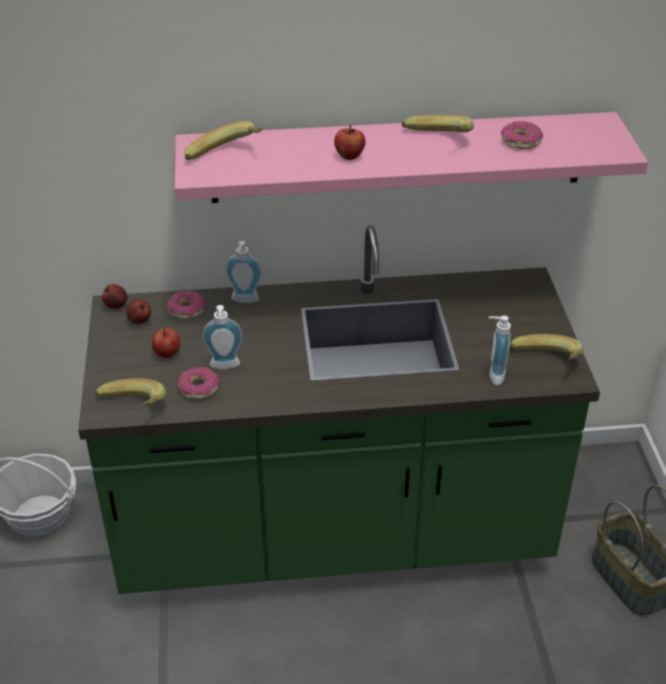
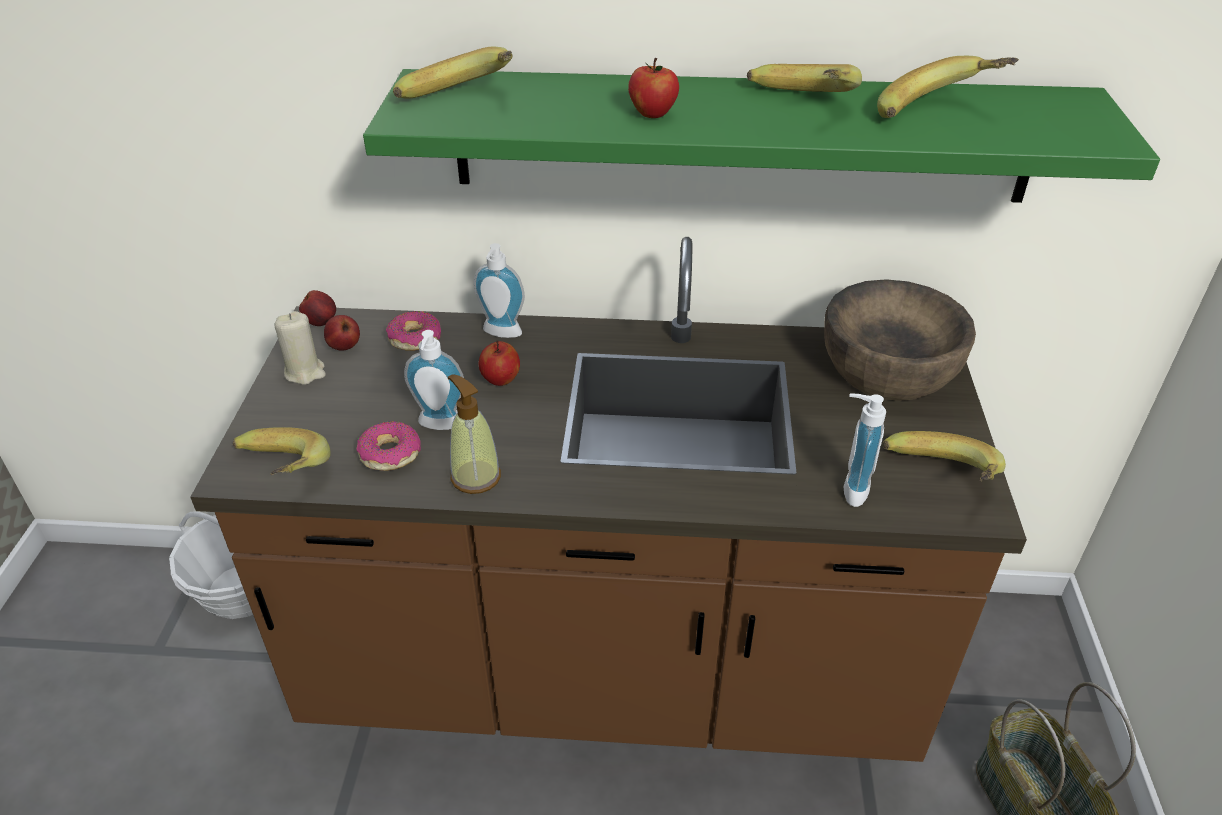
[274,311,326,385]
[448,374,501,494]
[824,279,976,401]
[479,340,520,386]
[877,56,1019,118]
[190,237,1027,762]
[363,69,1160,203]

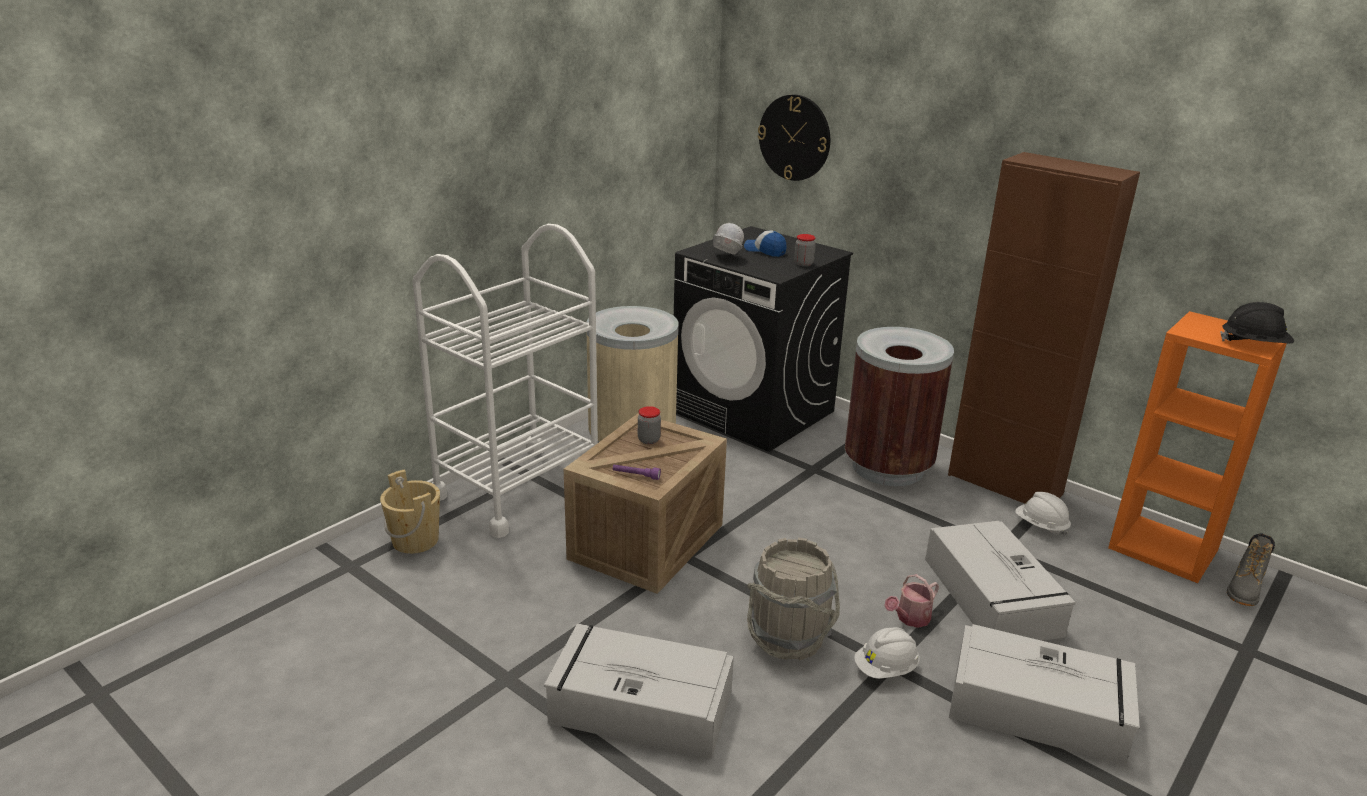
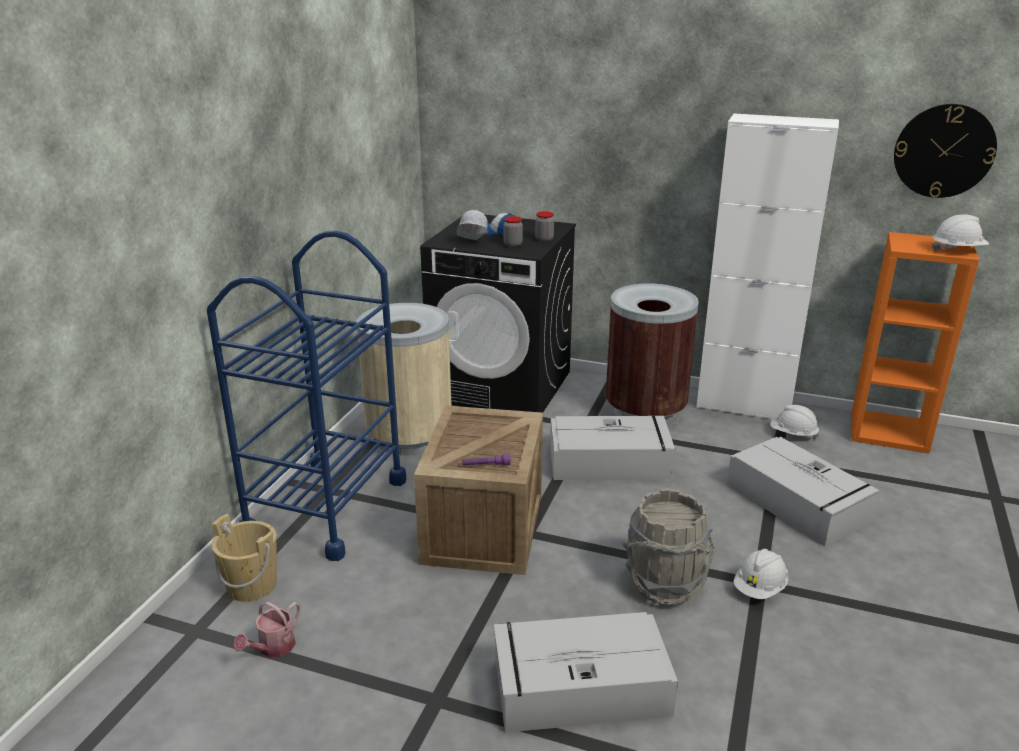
[1227,533,1275,606] (first image)
[504,216,523,247]
[894,104,997,198]
[233,602,301,657]
[550,415,675,480]
[207,231,406,561]
[696,113,839,419]
[932,214,989,251]

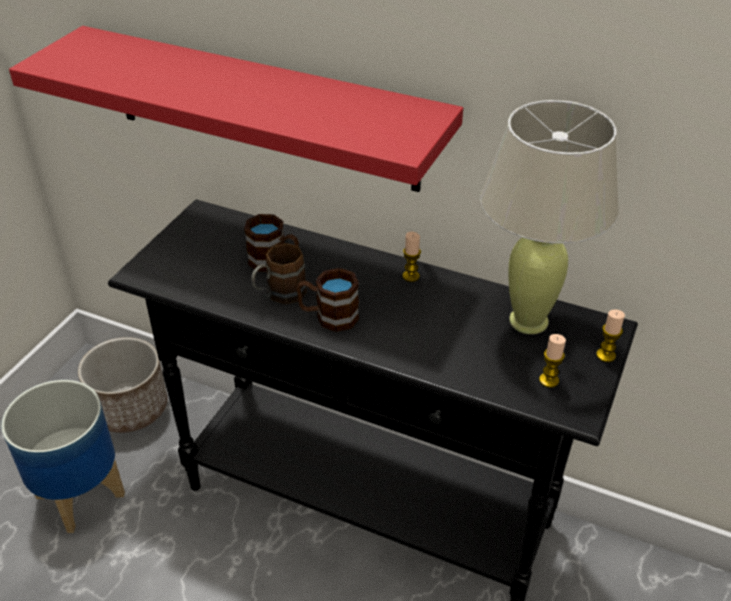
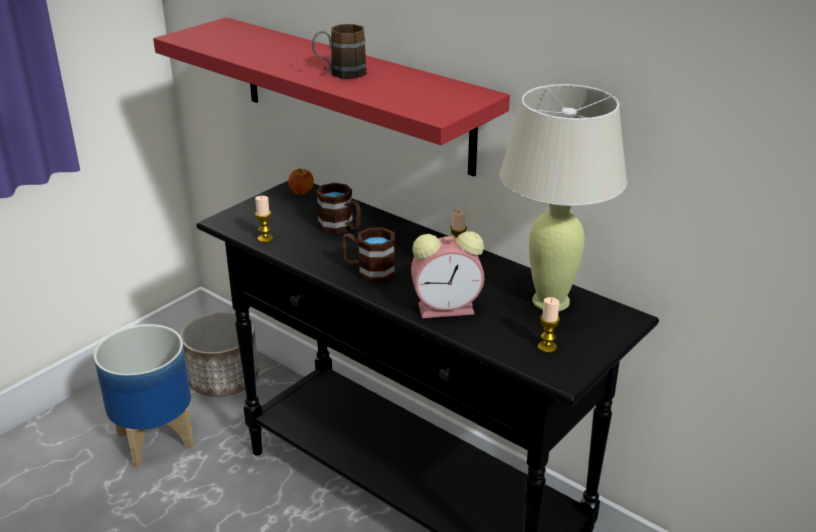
[288,168,314,195]
[411,231,484,318]
[312,24,367,79]
[255,196,273,243]

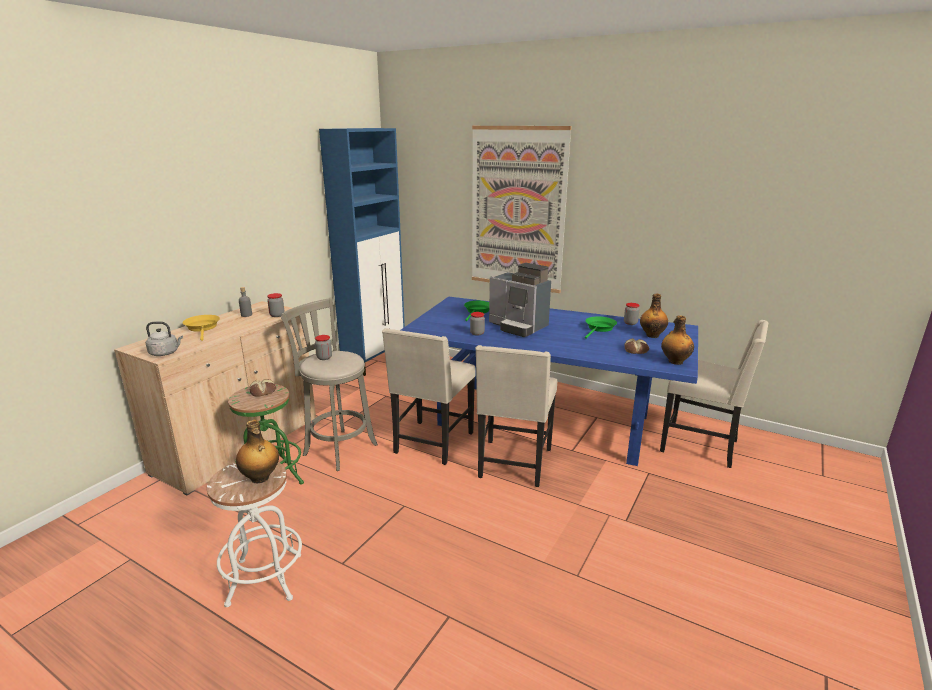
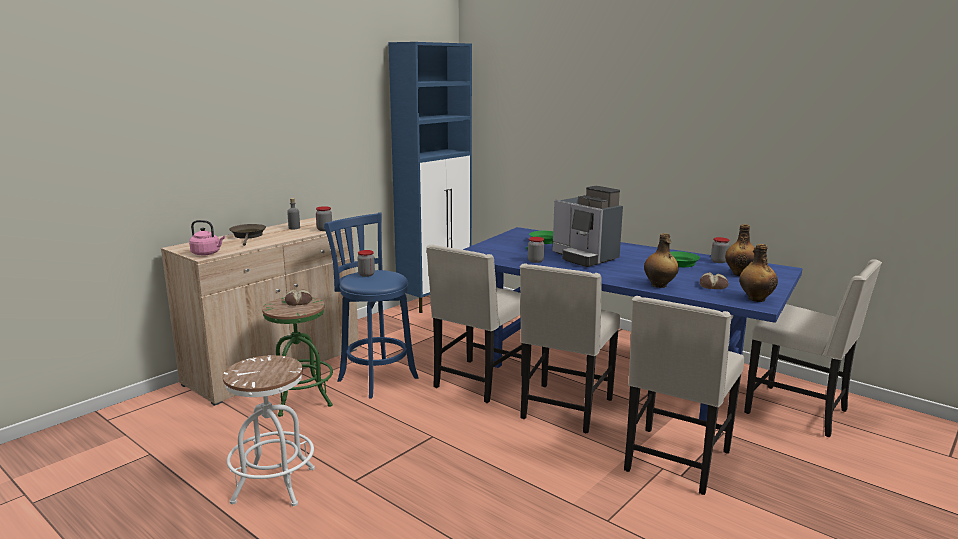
[472,126,572,293] (first image)
[624,296,744,495]
[644,233,679,288]
[189,220,225,255]
[229,224,266,246]
[324,212,419,398]

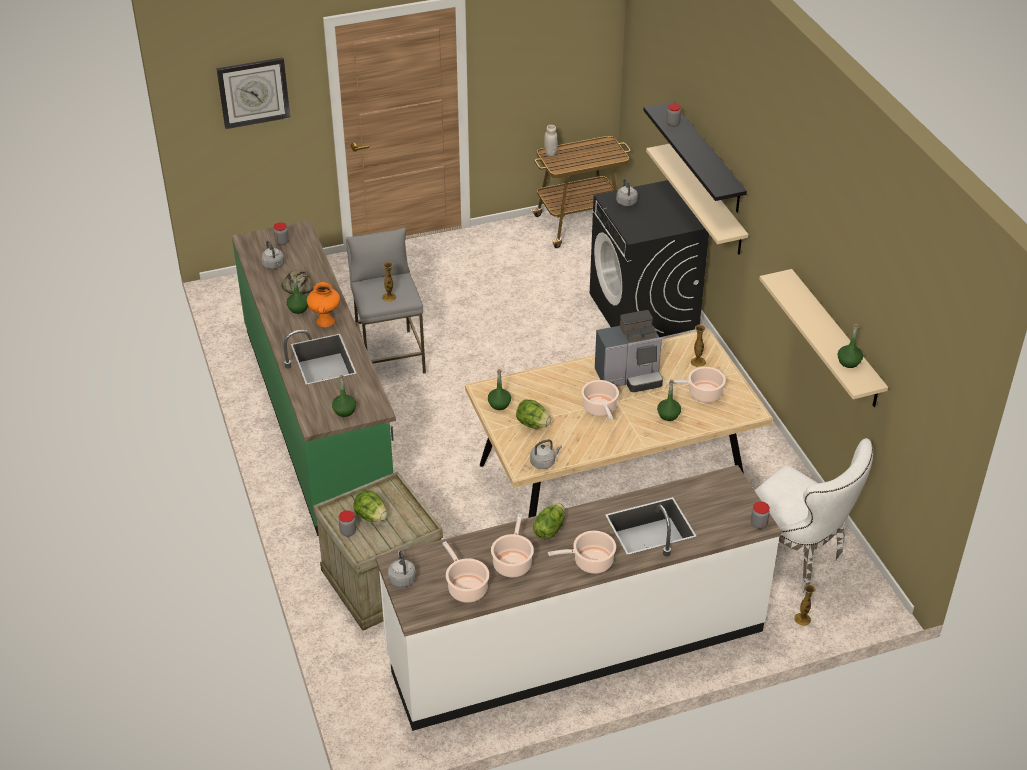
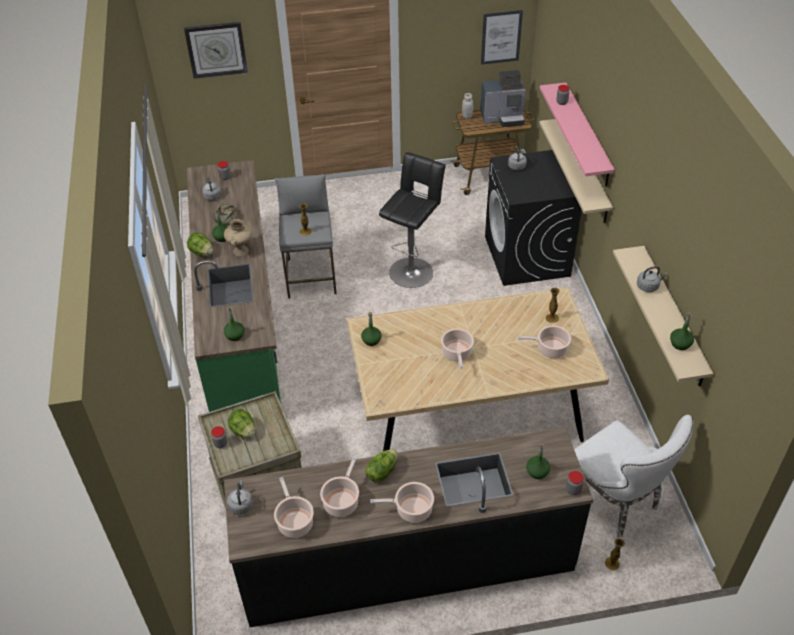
[379,152,446,288]
[481,10,523,65]
[187,232,213,256]
[637,266,667,292]
[480,70,525,127]
[526,443,550,479]
[224,219,252,257]
[224,427,593,627]
[540,82,615,187]

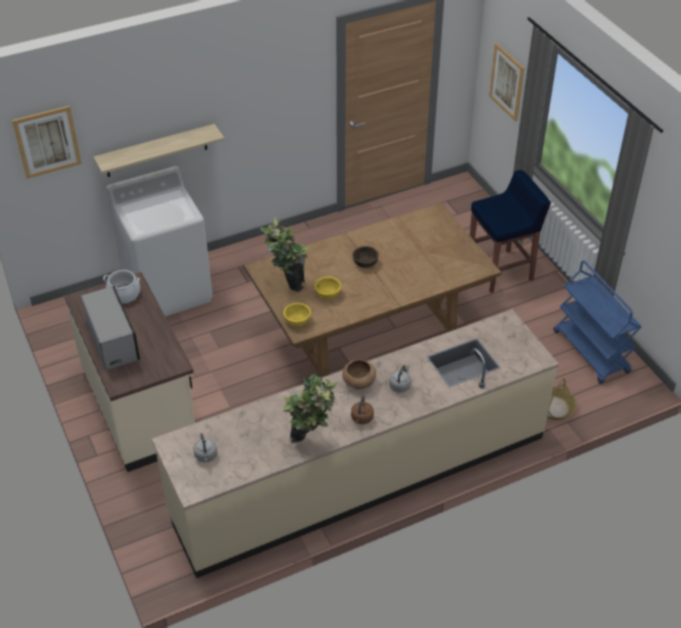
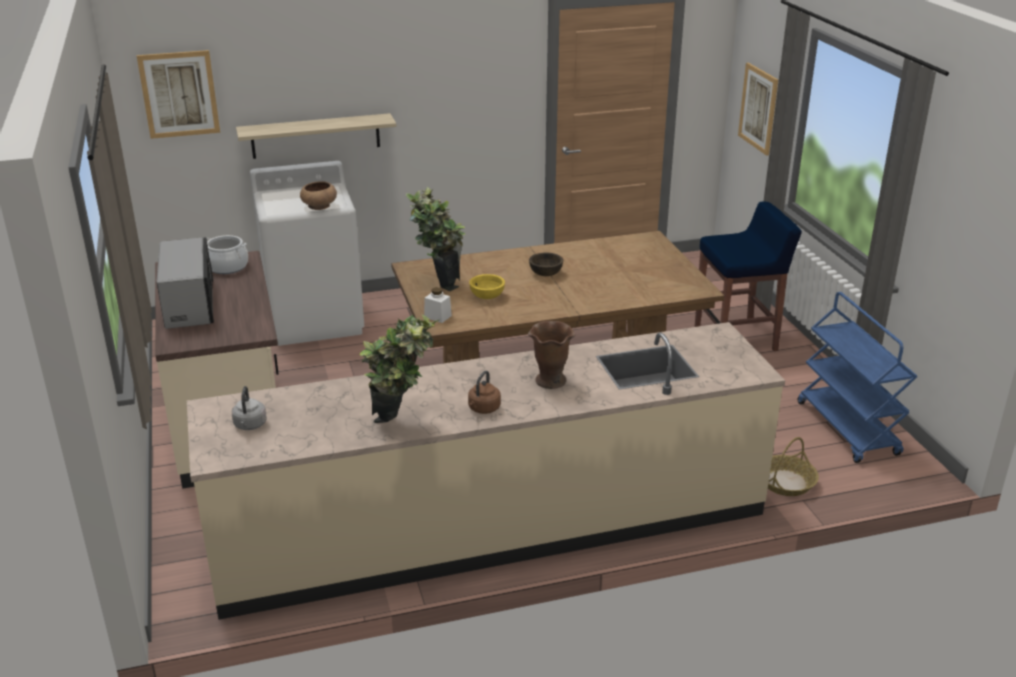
[300,181,337,210]
[424,287,452,323]
[528,321,575,389]

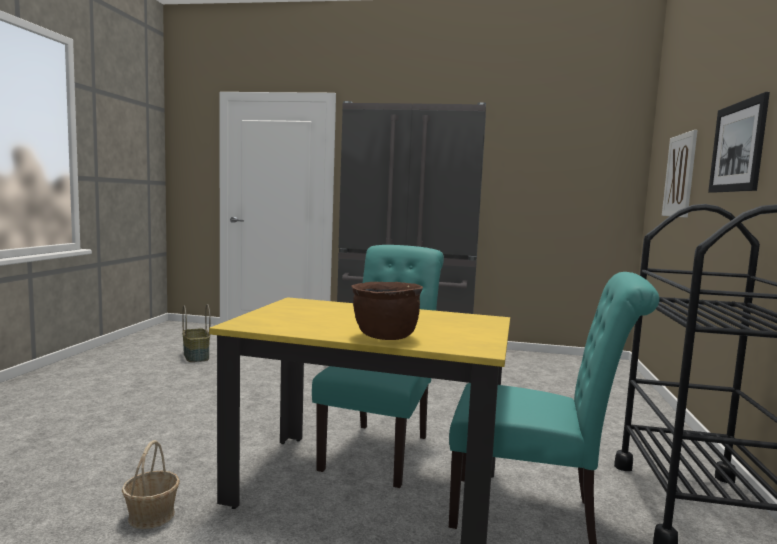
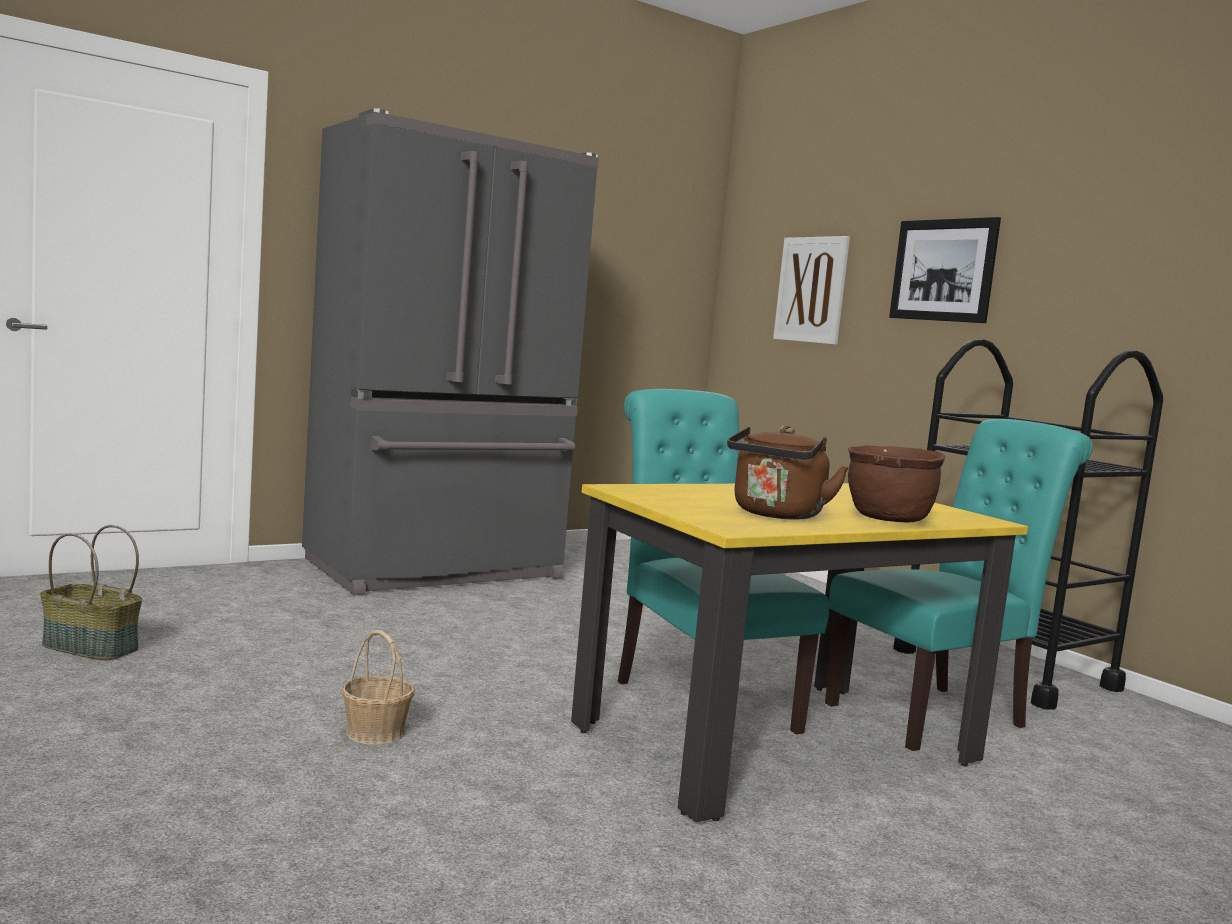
[727,426,849,519]
[341,630,415,745]

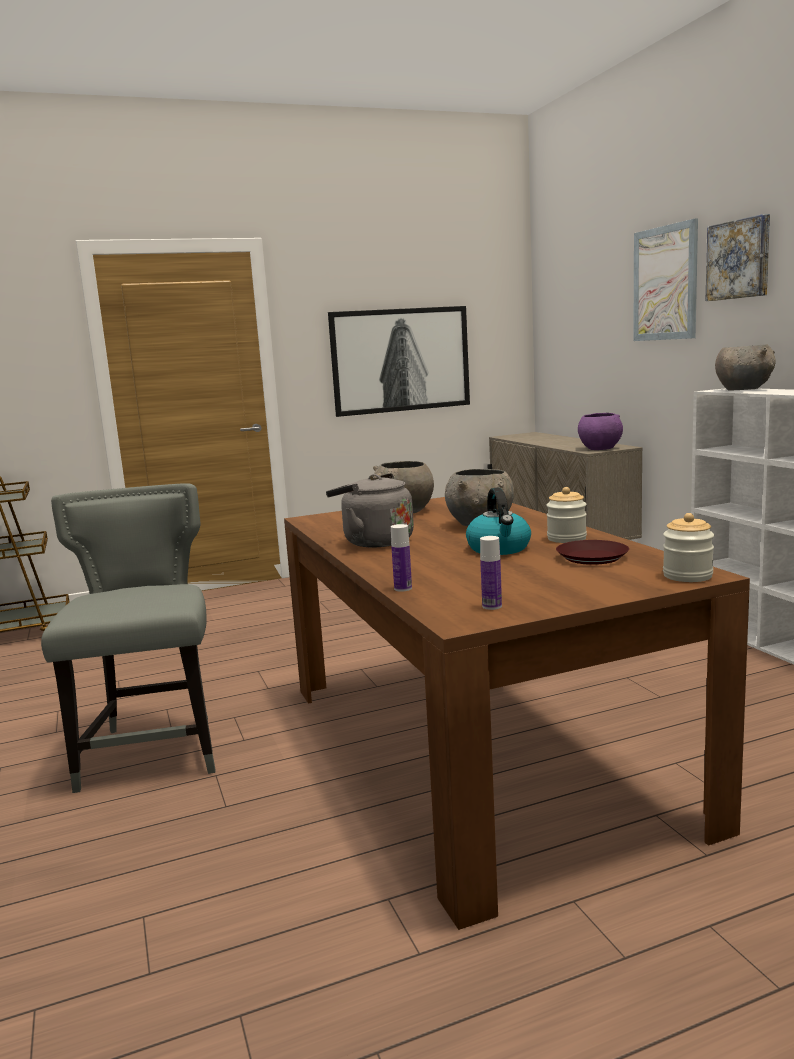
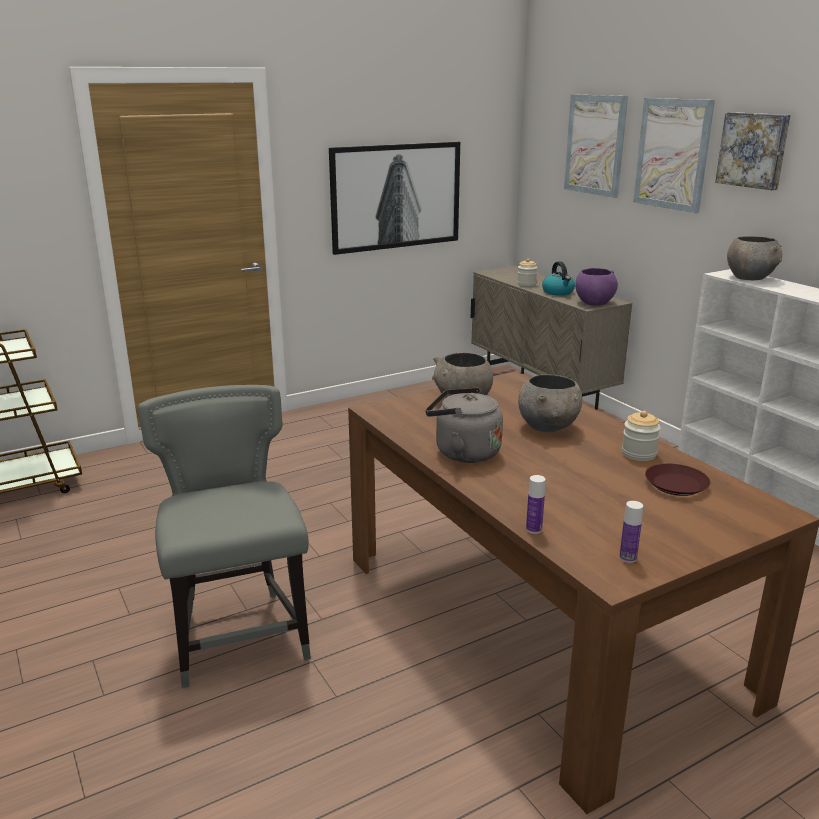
[564,94,628,198]
[542,261,575,296]
[517,259,537,287]

